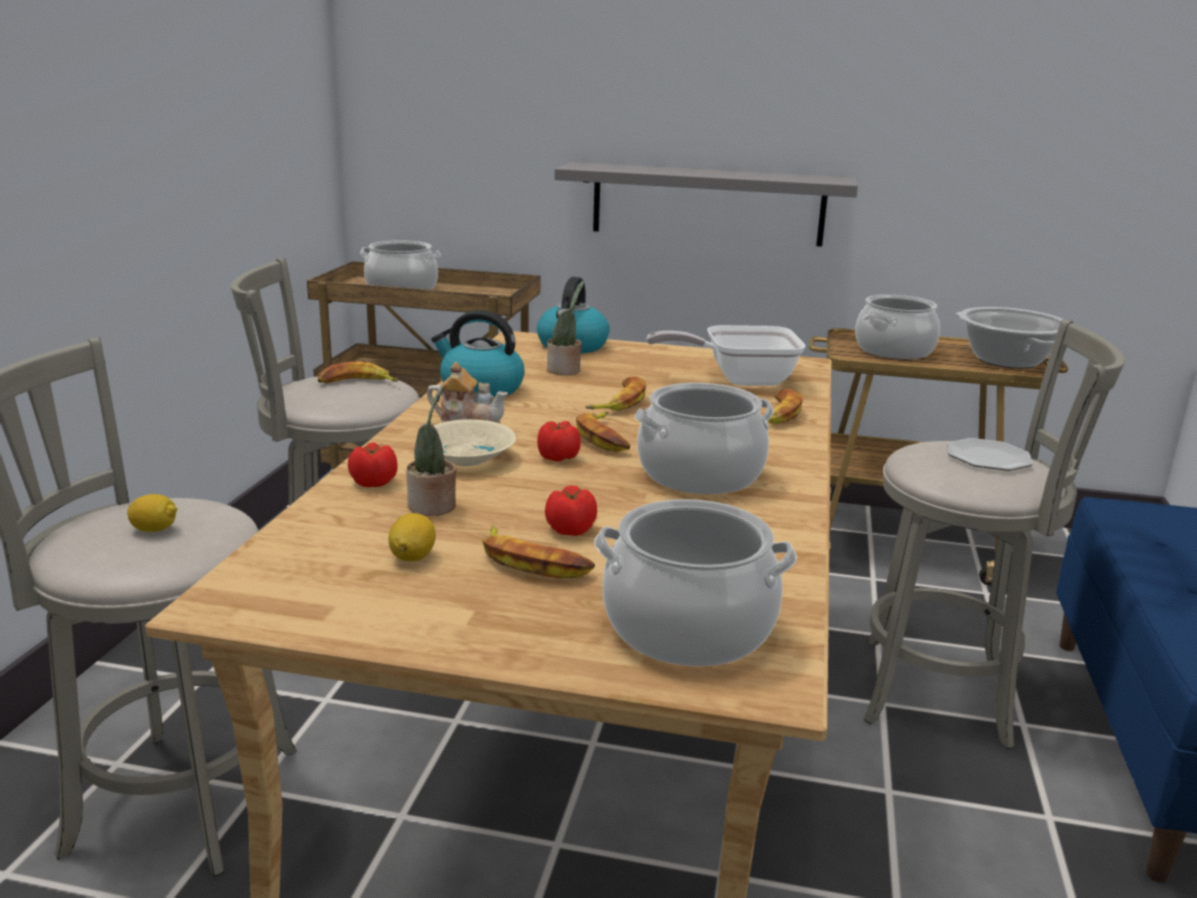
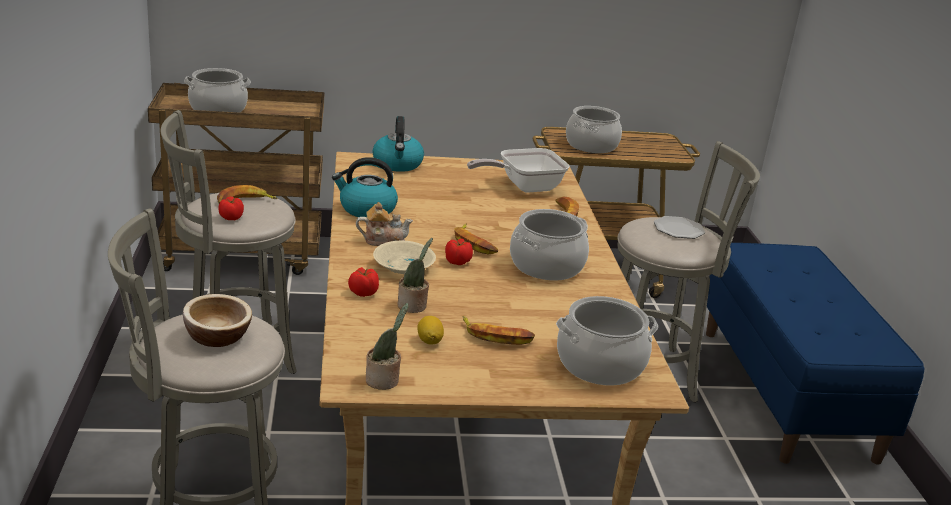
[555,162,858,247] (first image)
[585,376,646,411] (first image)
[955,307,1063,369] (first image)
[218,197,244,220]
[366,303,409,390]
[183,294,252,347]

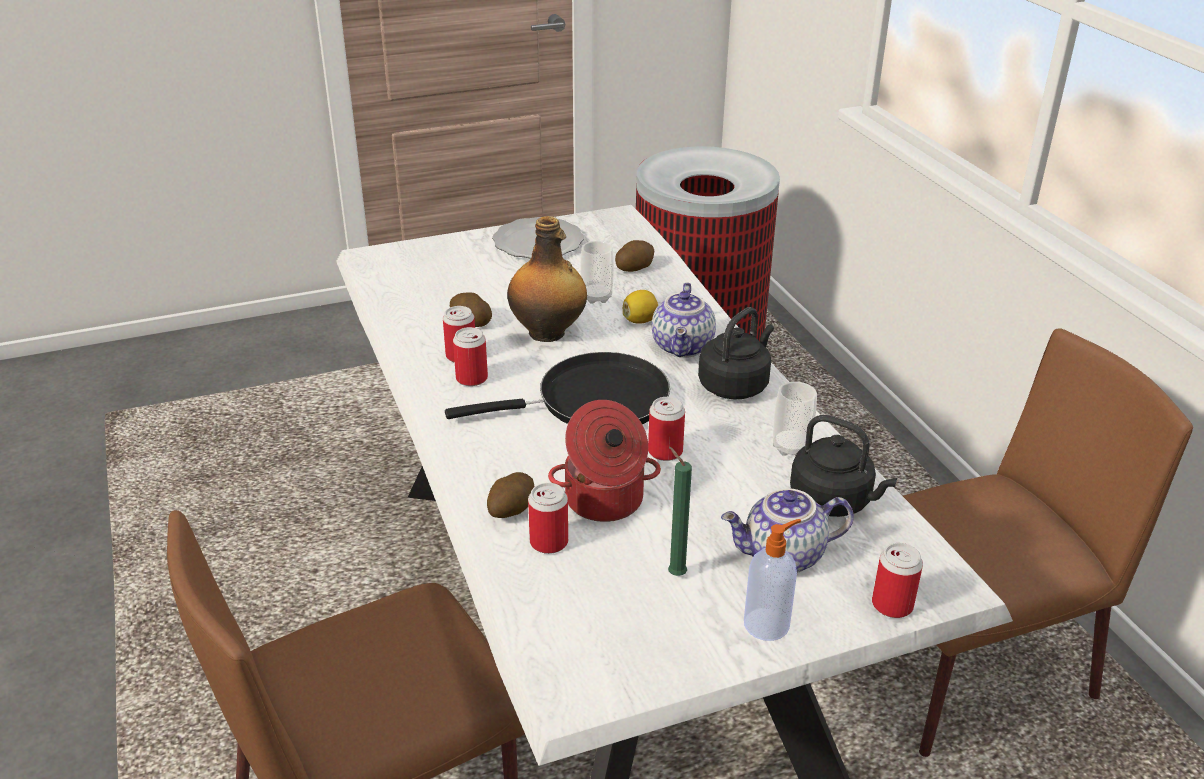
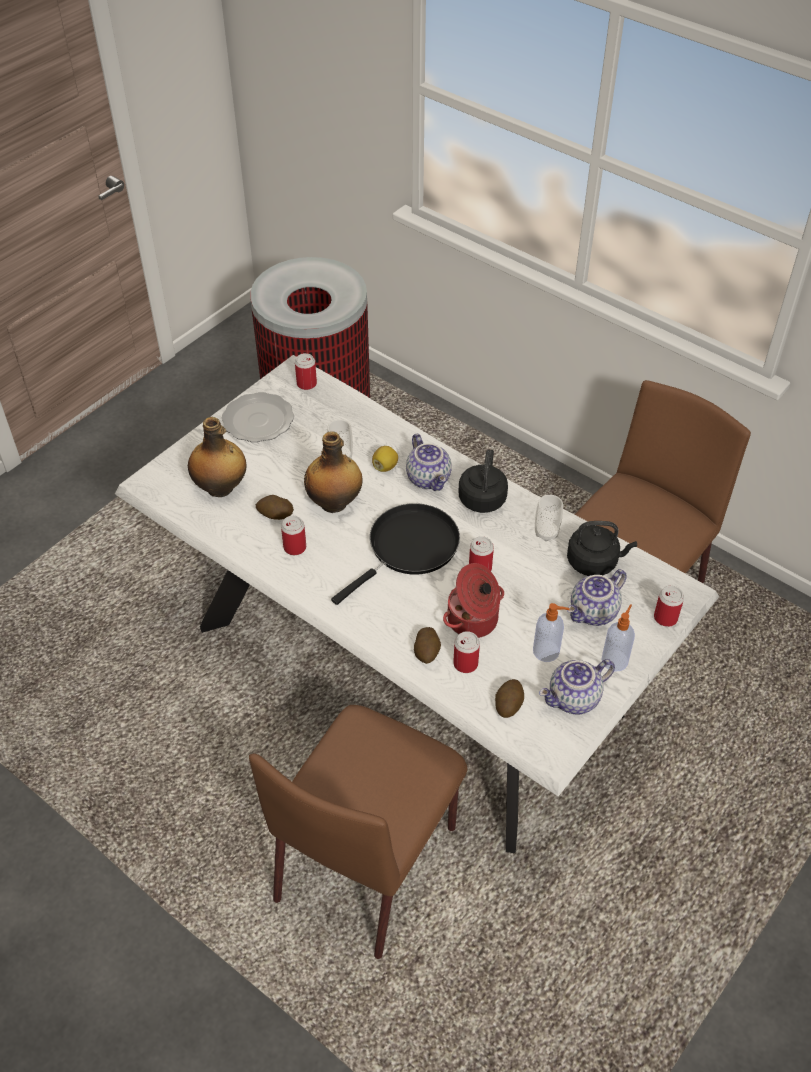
[188,417,246,497]
[539,659,615,714]
[295,353,317,390]
[495,679,524,718]
[533,603,570,662]

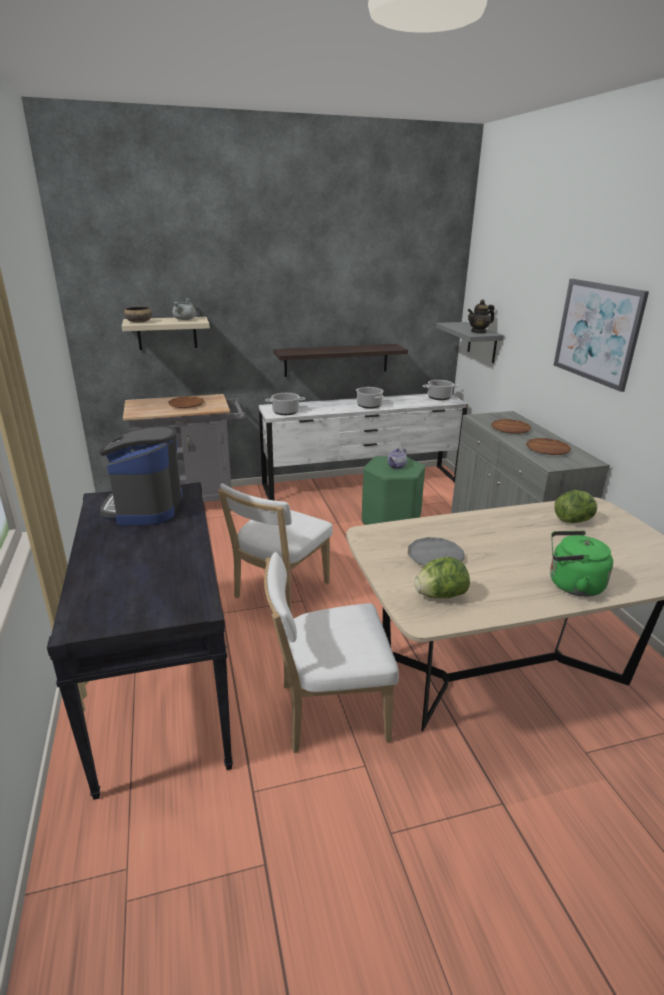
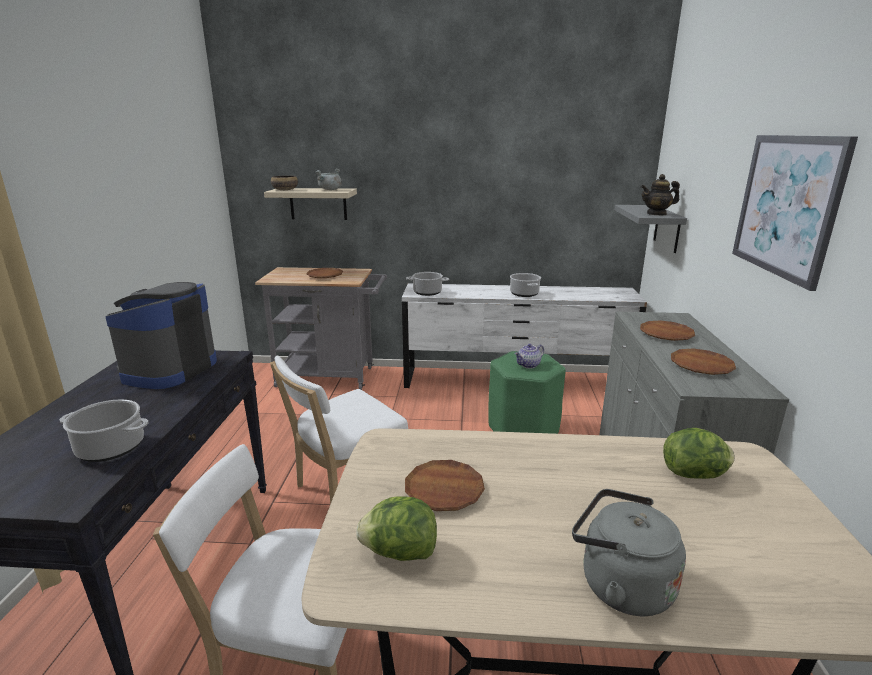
[274,344,408,377] (first image)
[60,399,149,462]
[405,460,485,511]
[572,489,686,616]

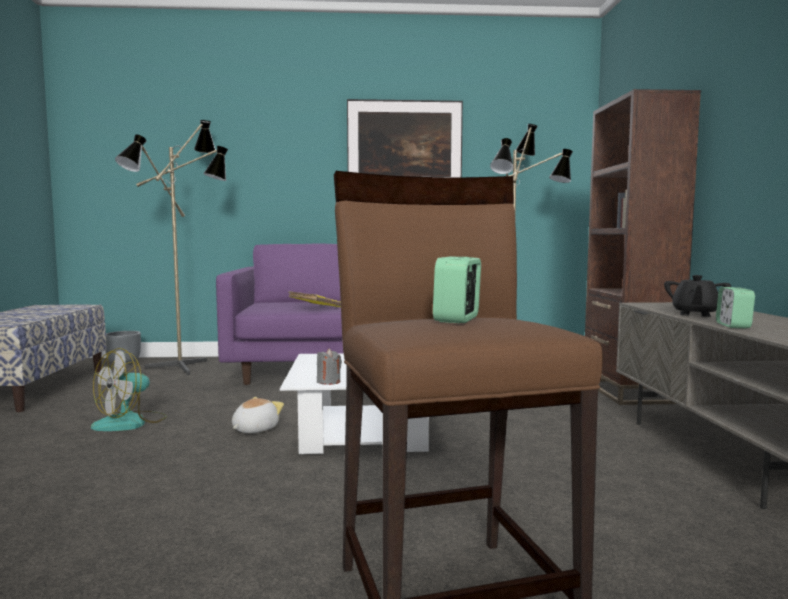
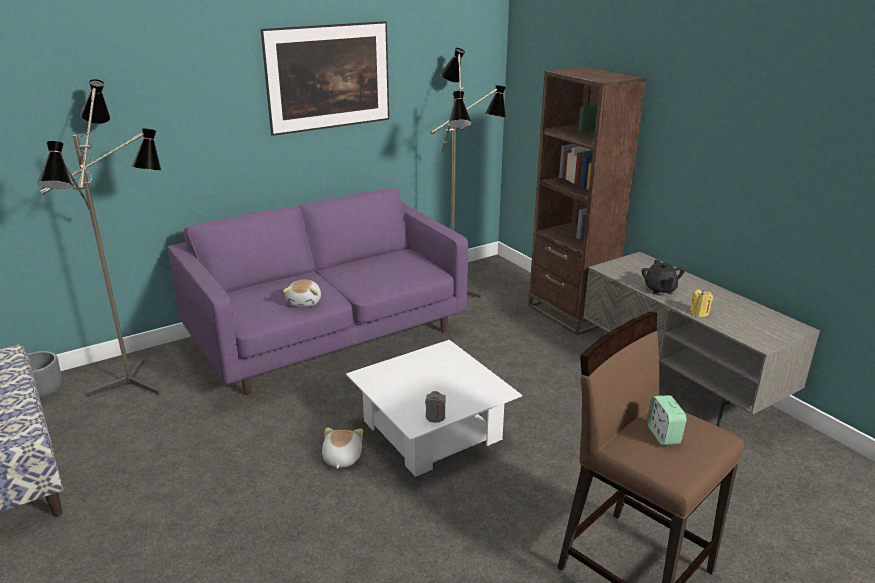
[91,348,167,431] (first image)
[283,280,321,307]
[690,290,713,317]

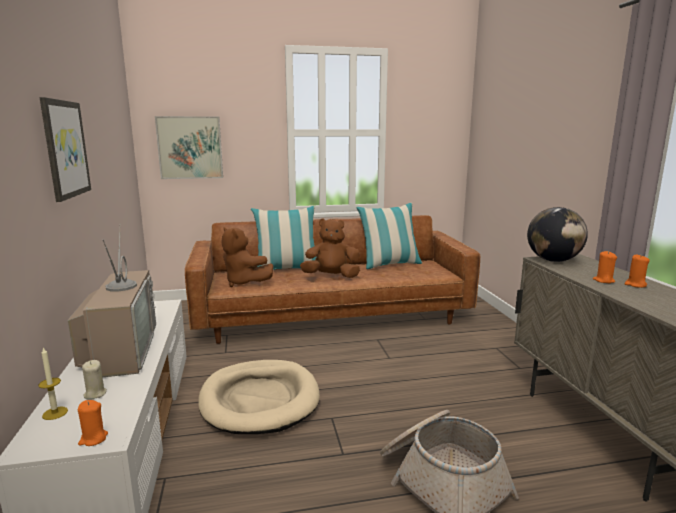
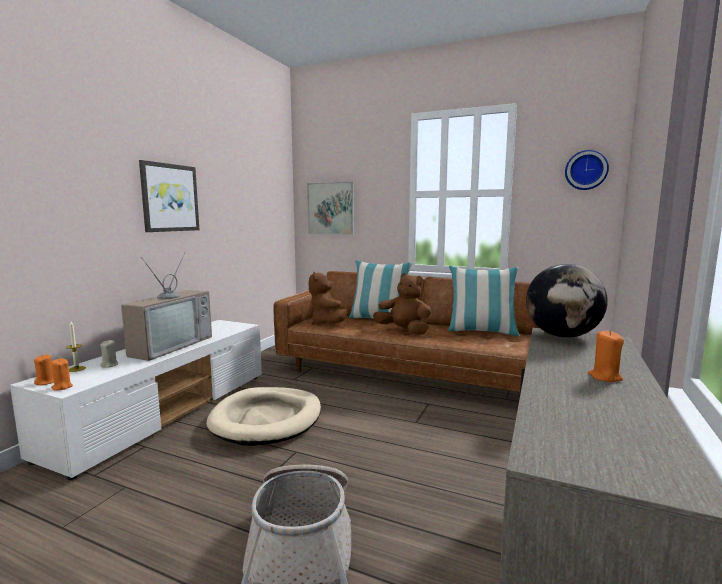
[565,150,609,190]
[34,354,54,385]

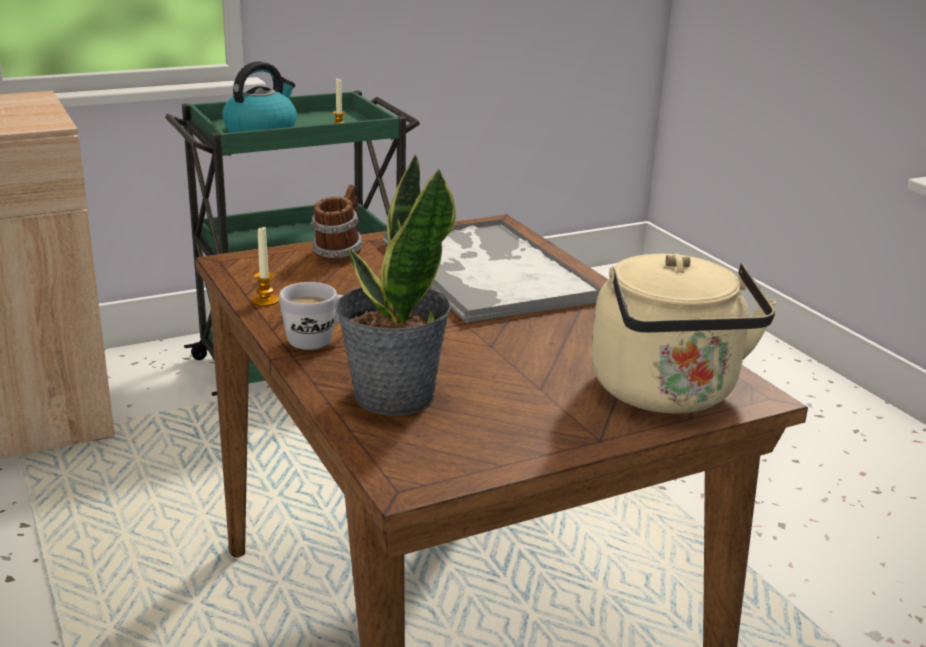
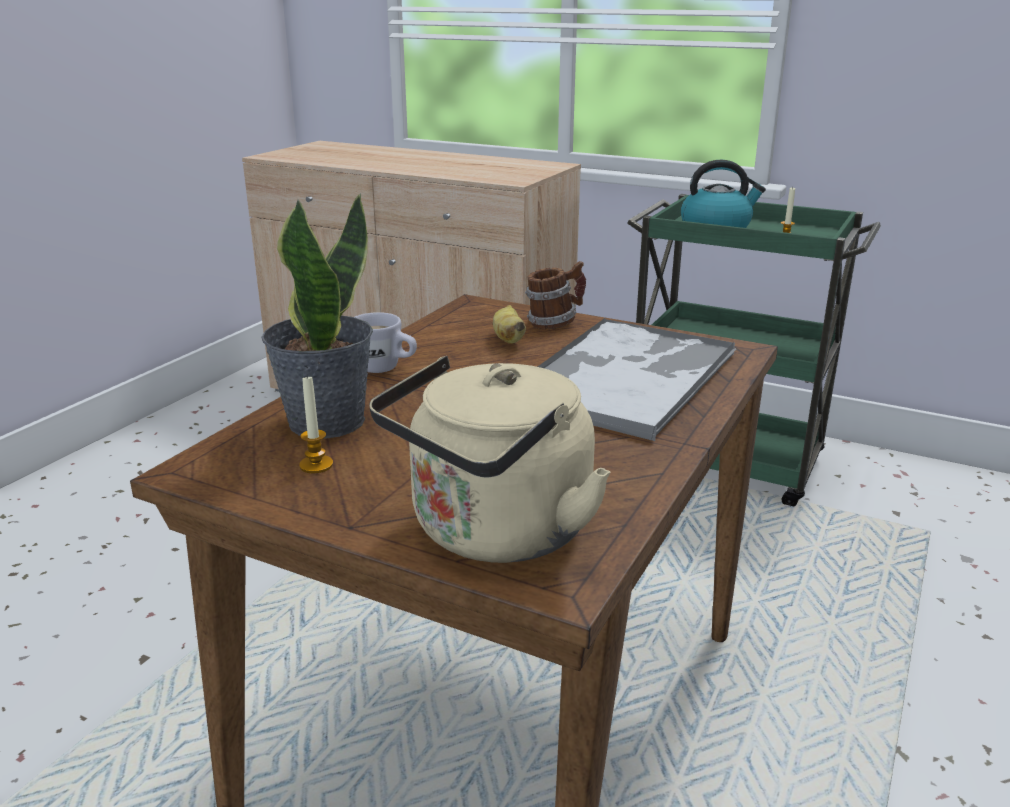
[493,305,526,344]
[299,376,333,473]

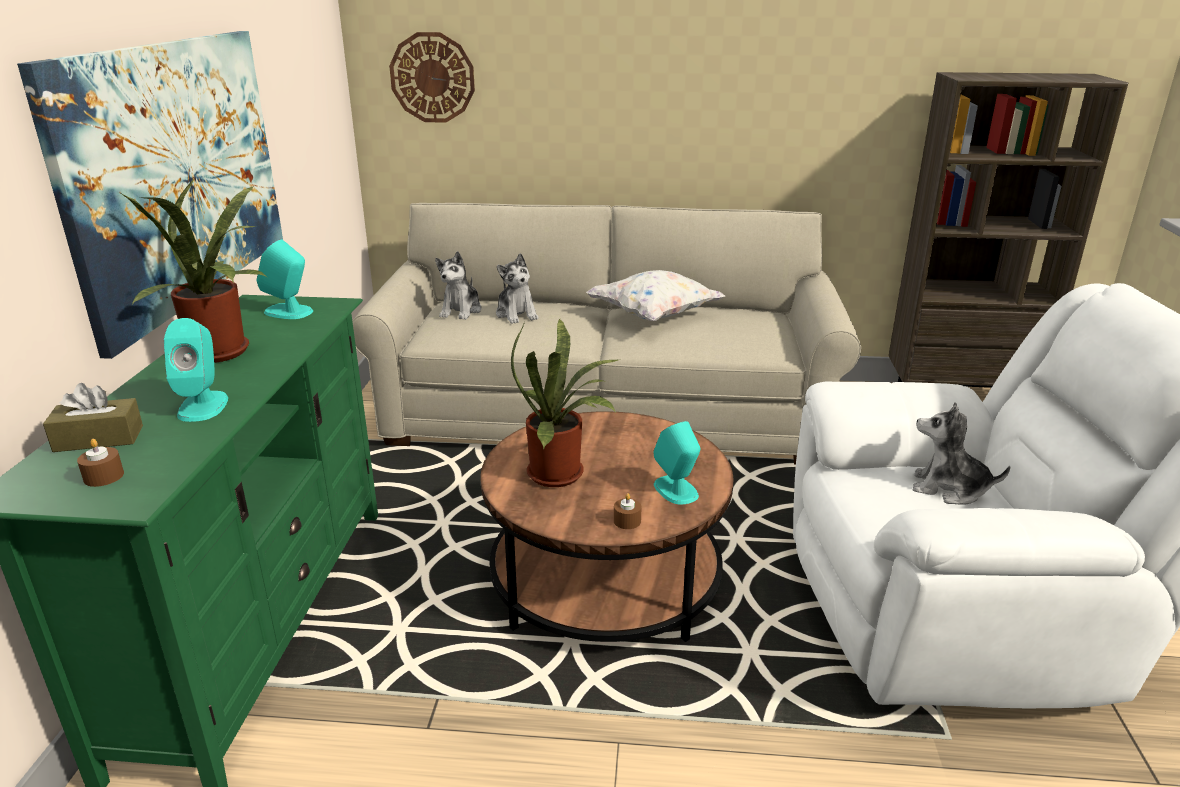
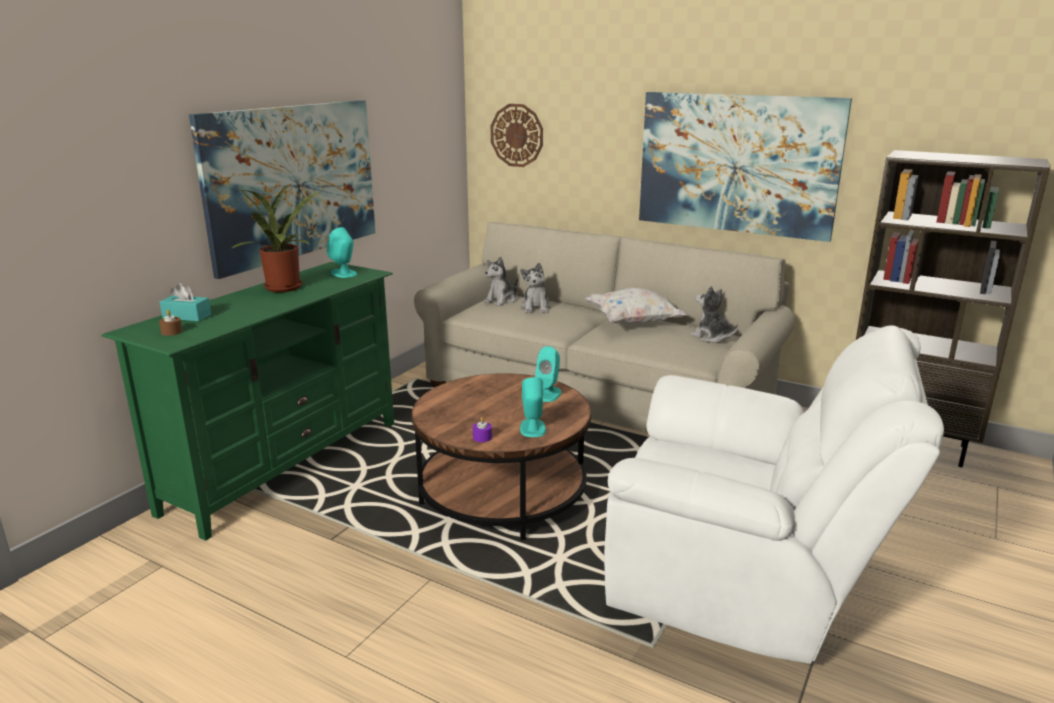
[511,319,618,487] (first image)
[639,92,852,242]
[535,346,561,402]
[690,286,738,343]
[160,283,211,322]
[473,417,492,442]

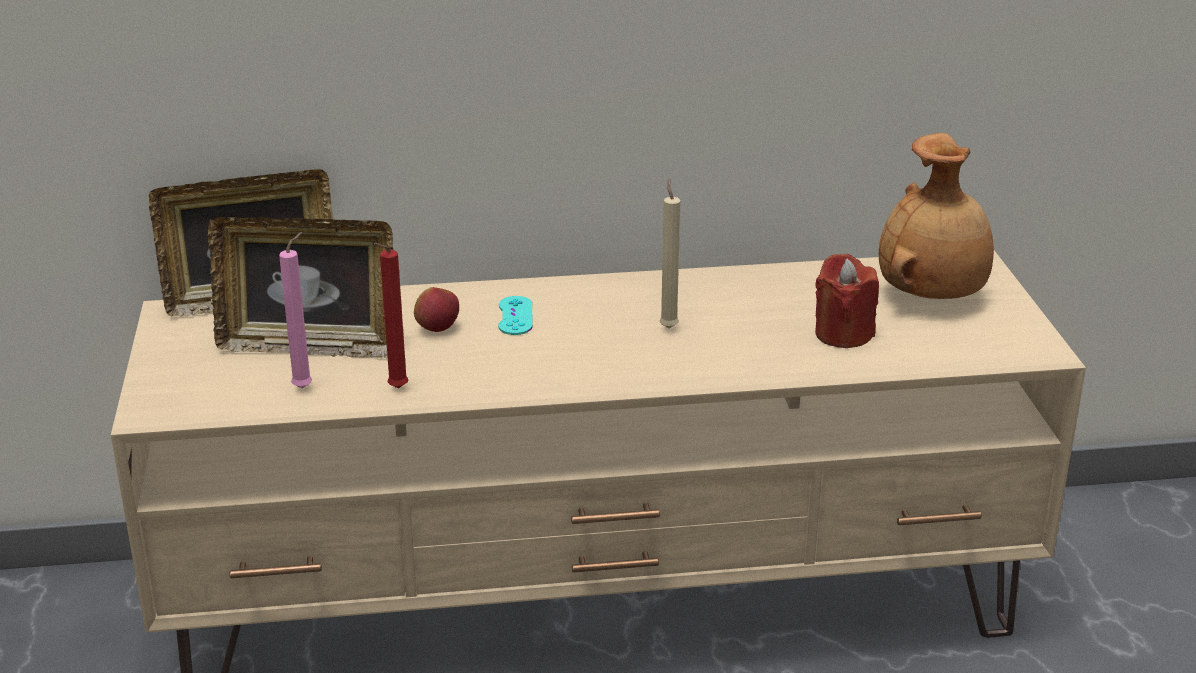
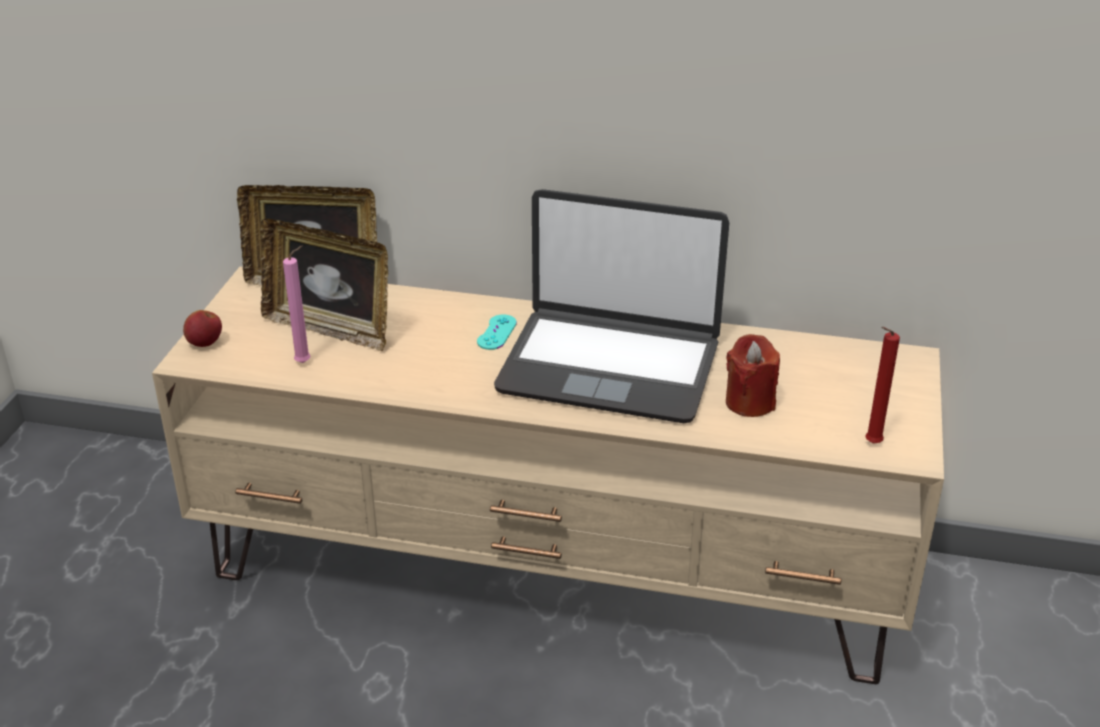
[878,133,994,299] (first image)
[865,327,900,444]
[183,310,222,347]
[494,189,729,423]

